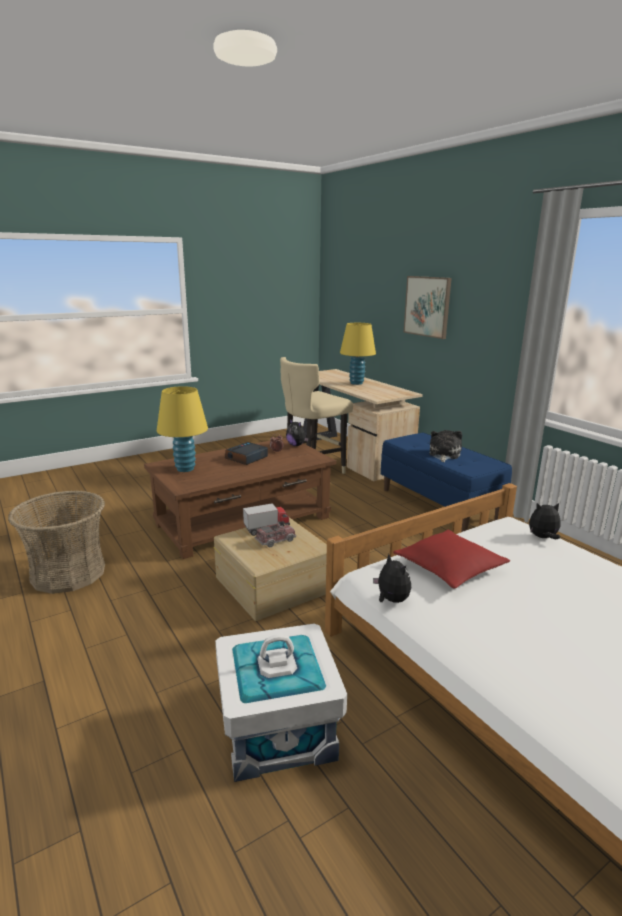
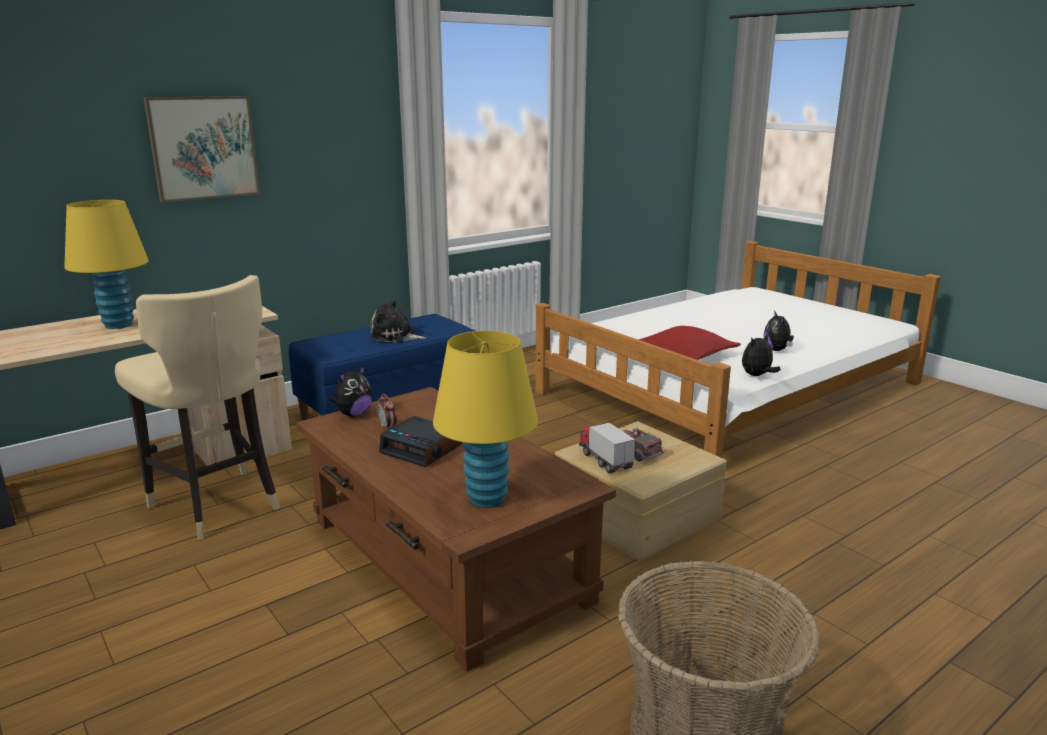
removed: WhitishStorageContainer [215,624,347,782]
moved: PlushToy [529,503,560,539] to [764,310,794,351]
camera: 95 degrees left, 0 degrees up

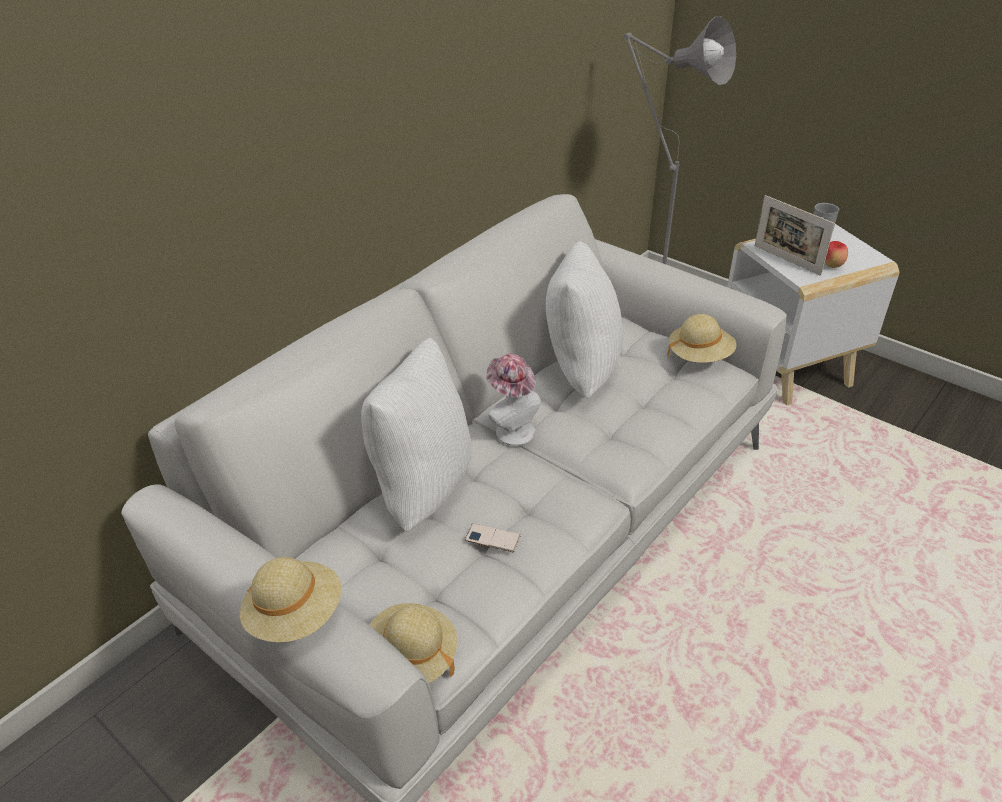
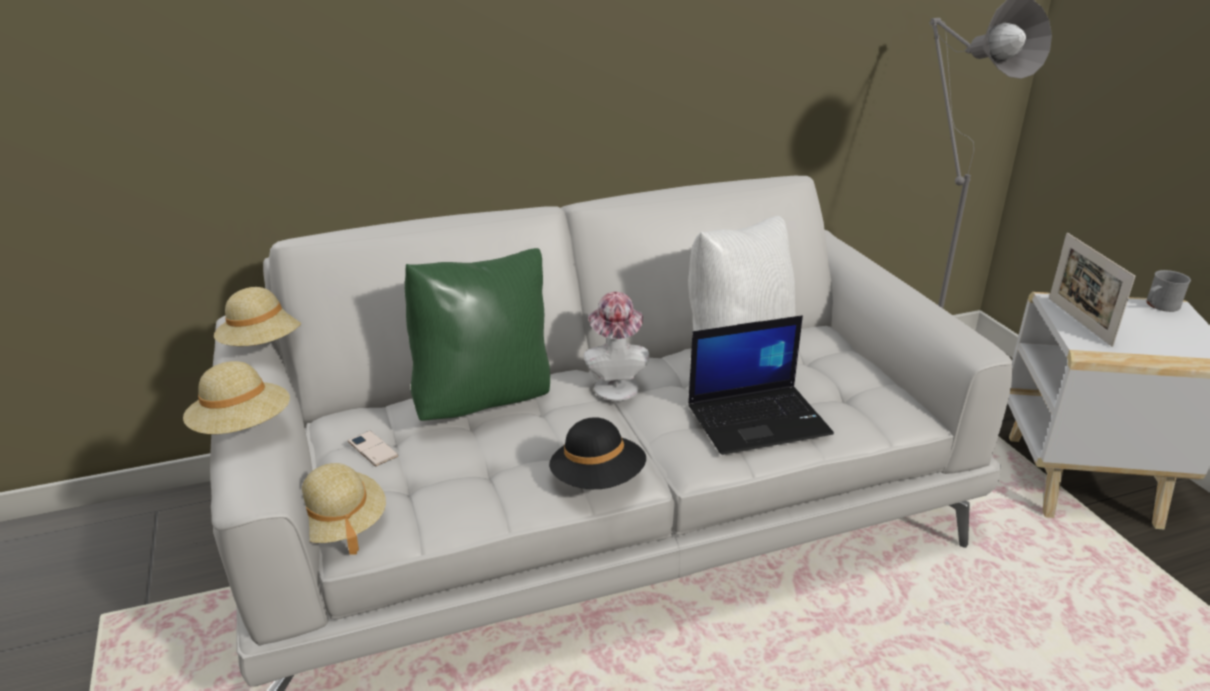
removed: AppleFruit [825,241,848,268]
added: BlackWearableHat [549,417,646,489]; PortableComputer [688,315,834,455]
moved: Handset [465,523,521,552] to [348,431,398,466]; BeigeColouredWearableHat [668,314,736,363] to [214,287,302,346]
recoloured: WhitishPillow [361,338,472,532] to GreenishPillow [405,248,550,421]
camera: 30 degrees right, 10 degrees down

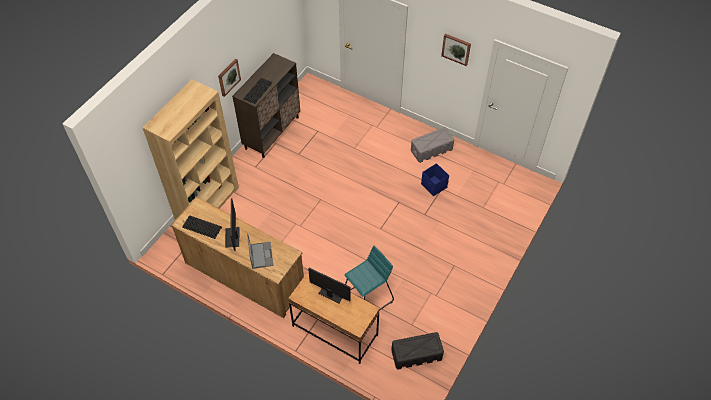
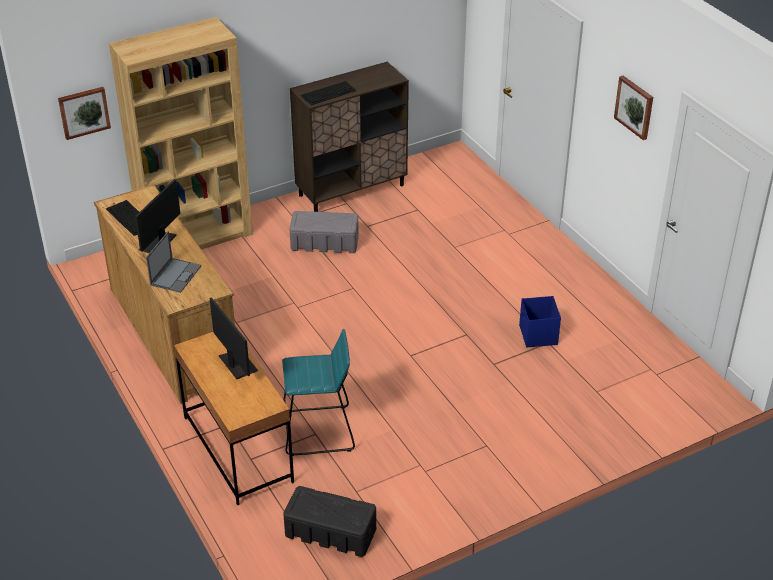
moved: WallPicture [218,59,241,97] to [58,87,111,140]; GreyishStorageContainer [411,127,454,163] to [289,211,359,253]
camera: 30 degrees right, 15 degrees down

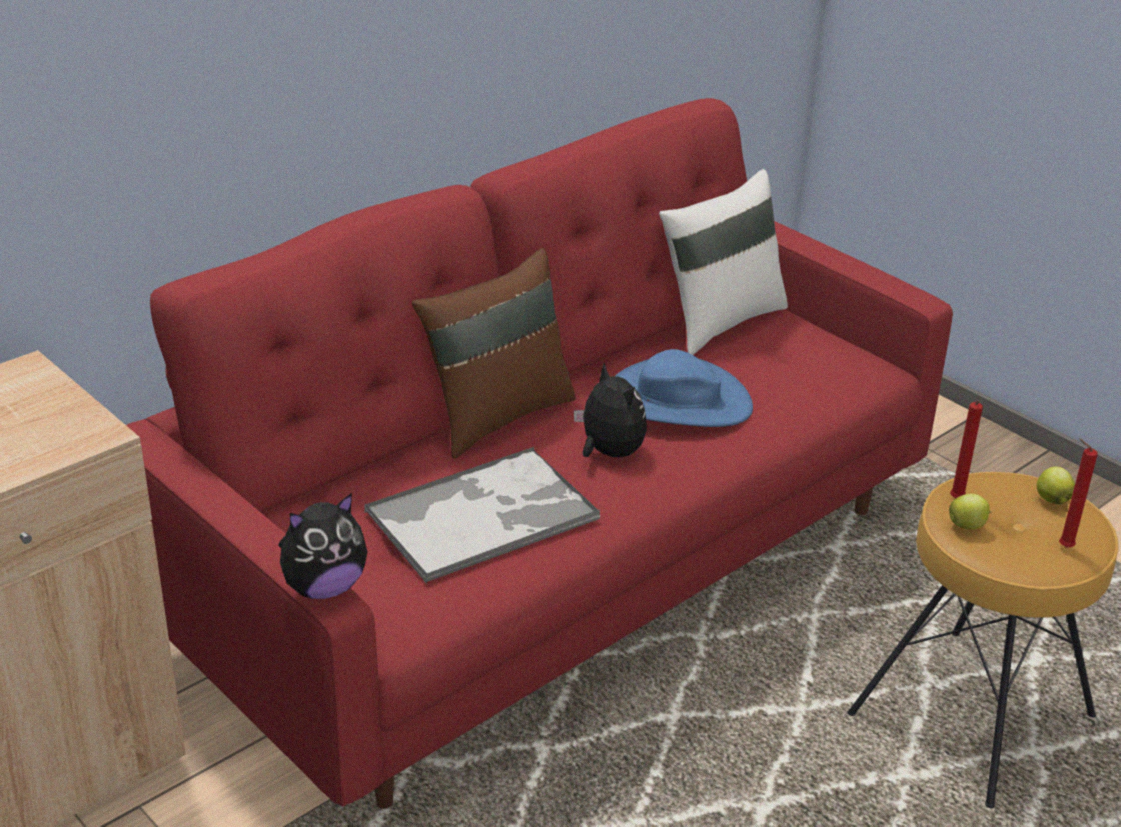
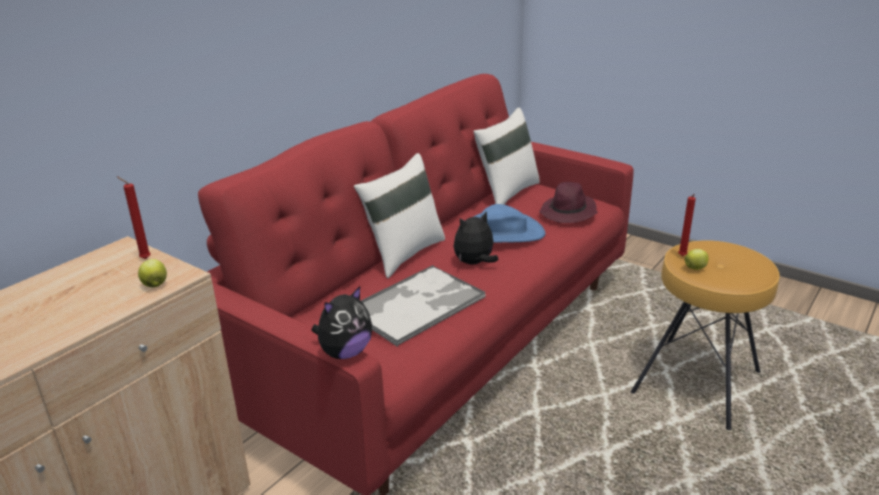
added: PurpleColouredWearableHat [539,182,598,223]
moved: AppleFruit [1037,466,1075,504] to [138,259,167,287]; RedCandle [1059,438,1098,548] to [117,176,151,259]
recoloured: BrownColouredPillow [412,248,576,459] to WhitishPillow [354,153,445,278]
turned: PlushToy [574,363,647,457] = [453,211,498,264] 75 degrees counterclockwise
camera: 10 degrees left, 5 degrees down

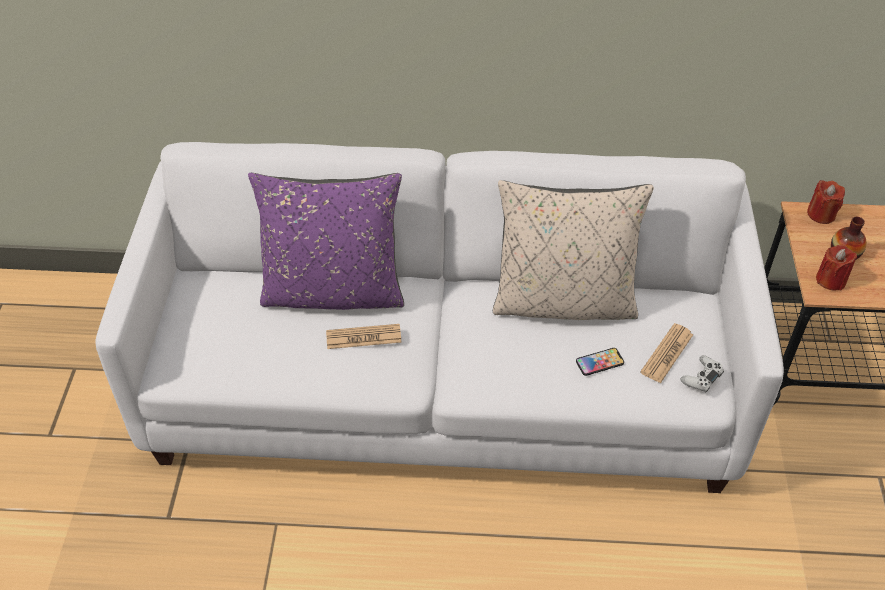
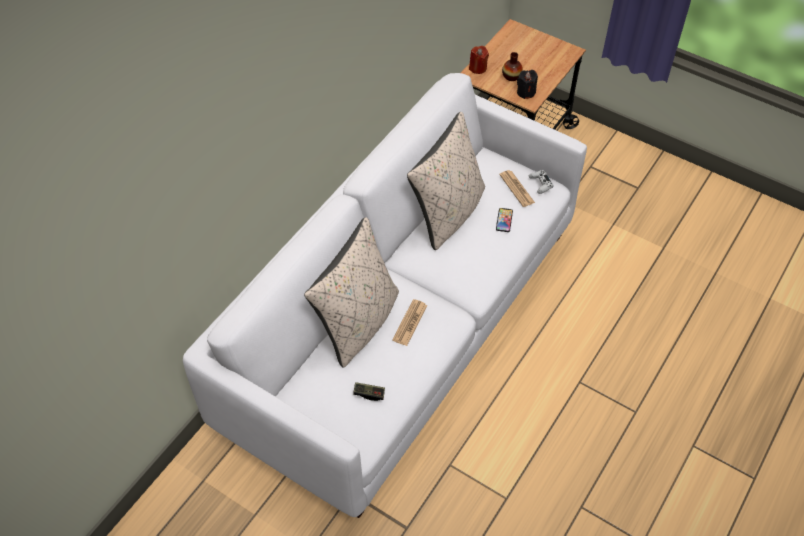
added: Gamepad [353,382,385,401]
recoloured: PurpleColouredPillow [248,173,404,310] to BeigeColouredPillow [304,217,399,367]; RedCandle [816,244,857,291] to BlackCandle [517,70,538,99]
camera: 60 degrees left, 5 degrees up

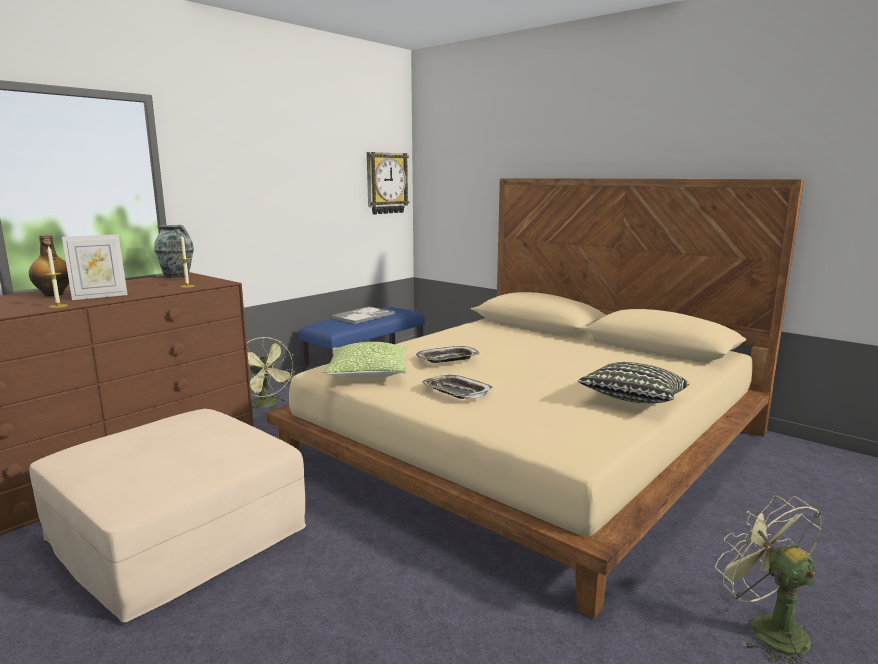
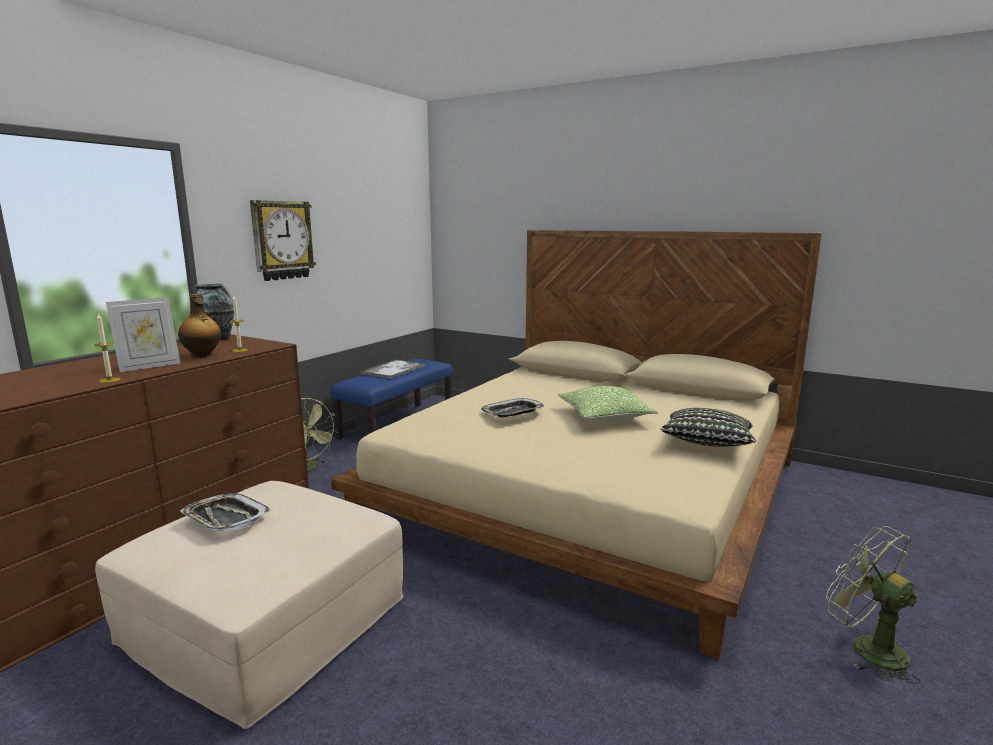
moved: DrinkBottle [29,235,69,296] to [178,293,221,358]; Pillow [323,342,408,379] to [558,386,658,421]; HangingClock [367,152,409,214] to [250,200,316,281]; Tray [421,375,493,399] to [180,493,271,531]
camera: 10 degrees left, 0 degrees up

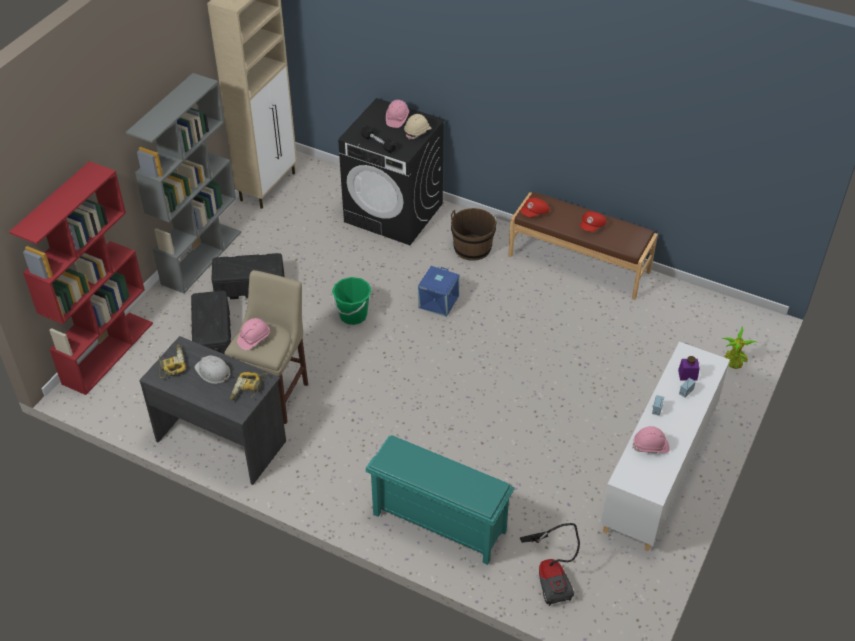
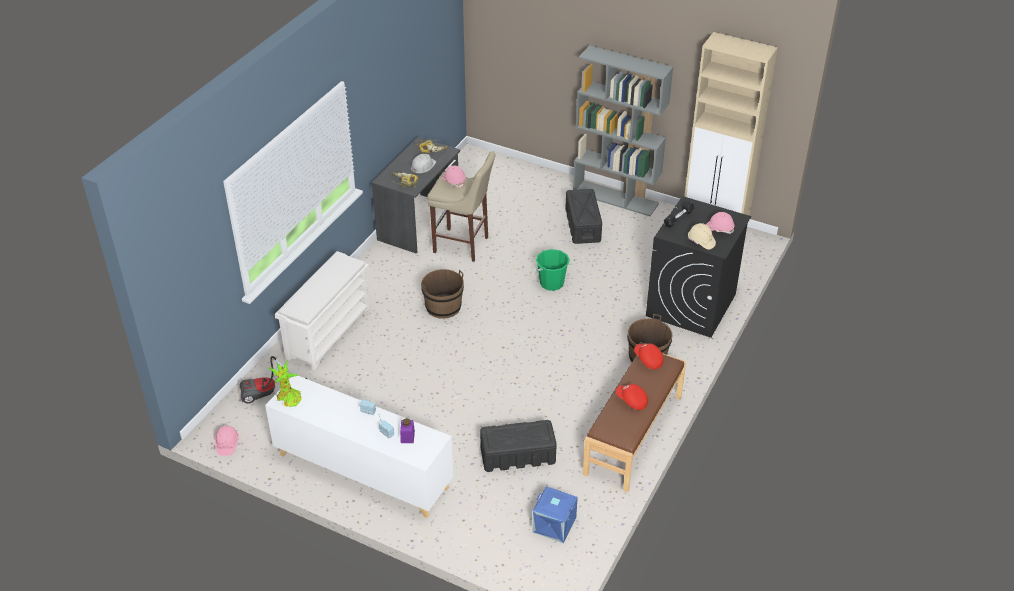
removed: RedShelvingUnit [9,161,153,395]
added: BrownColouredPail [421,269,464,319]
moved: BlackStorageContainer [191,291,231,354] to [480,420,557,472]; BlueColouredStorageContainer [418,266,460,317] to [532,486,578,543]; PinkColouredWorkHelmet [633,426,670,453] to [215,425,239,456]; Houseplant [722,326,758,369] to [268,361,302,407]
recoloured: TurquoiseColouredShoeStand [365,435,515,565] to WhitishShoeStand [275,251,370,371]
camera: 90 degrees right, 5 degrees down

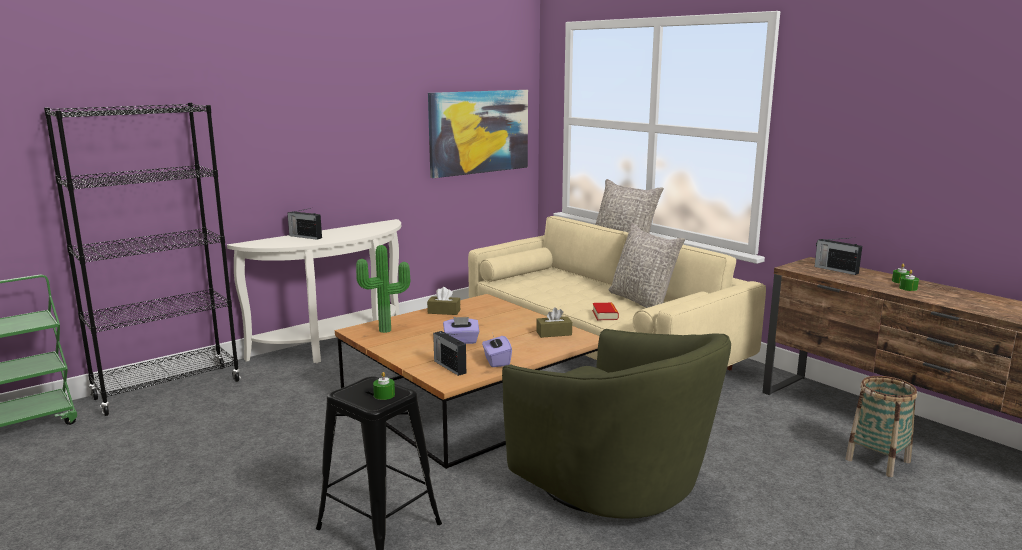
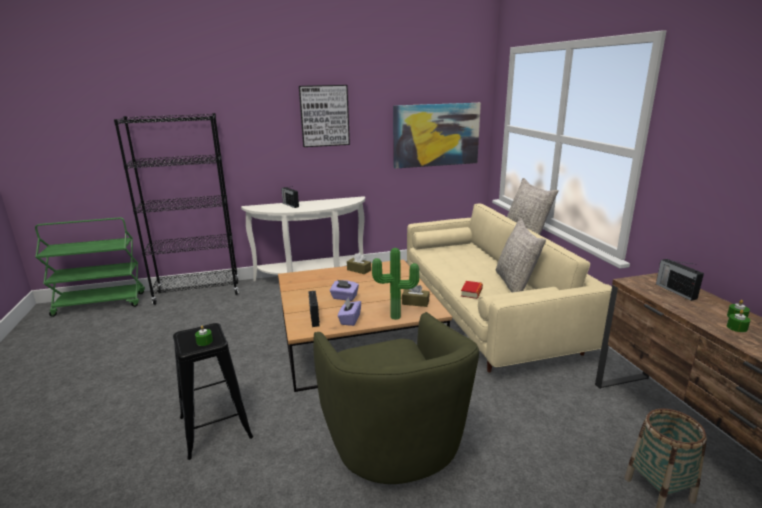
added: WallPicture [299,85,350,147]
moved: Houseplant [356,245,410,333] to [372,248,419,320]
camera: 25 degrees right, 5 degrees up

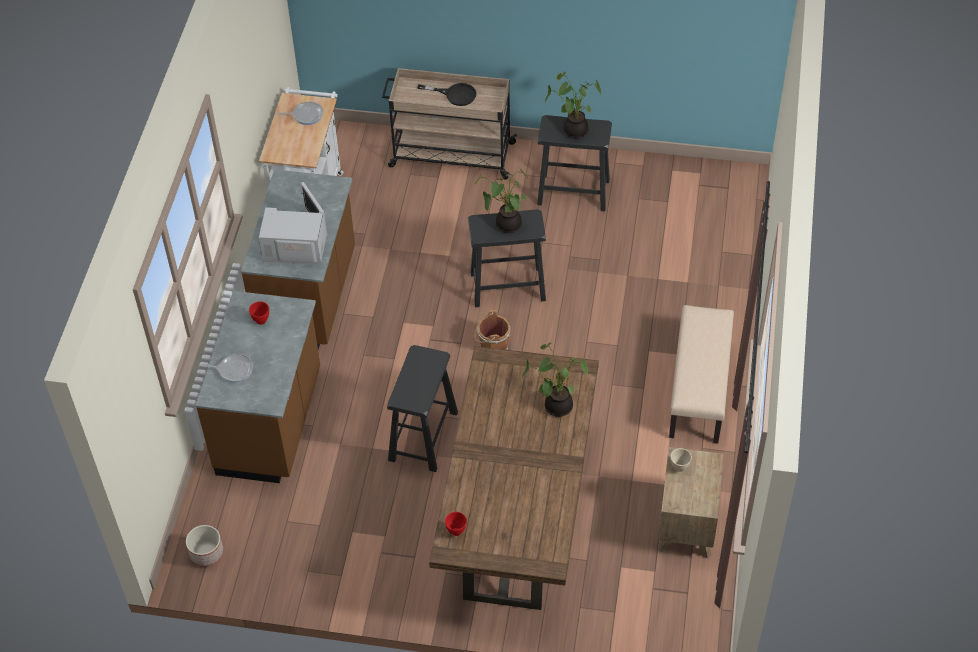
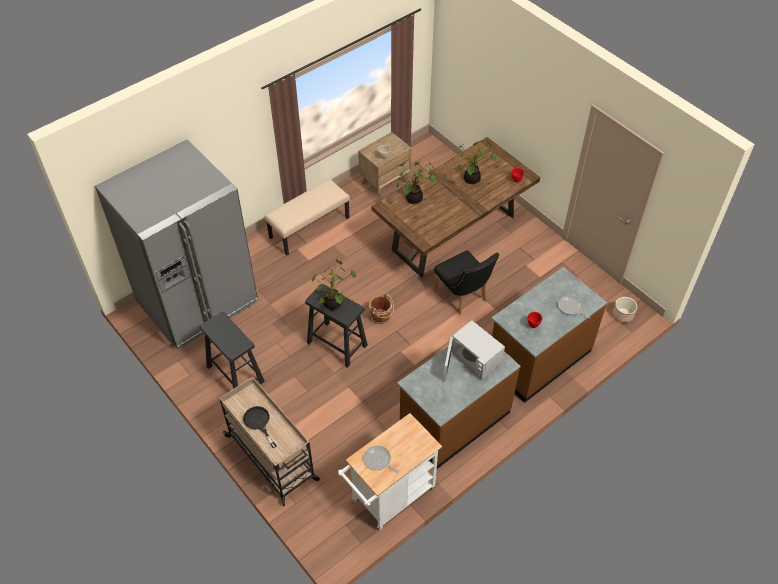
added: GreyishRefrigerator [95,139,258,350]
moved: Houseplant [545,71,602,139] to [457,140,497,184]
replaced: BlackSittingStool [387,345,458,472] to BlackPlainChair [434,250,499,315]
camera: 140 degrees left, 0 degrees up

